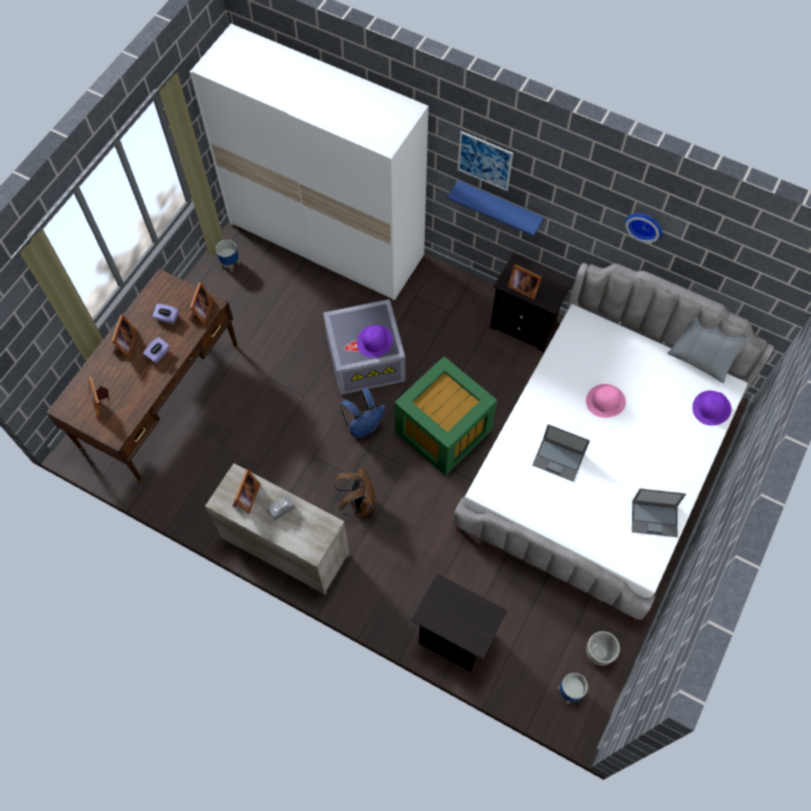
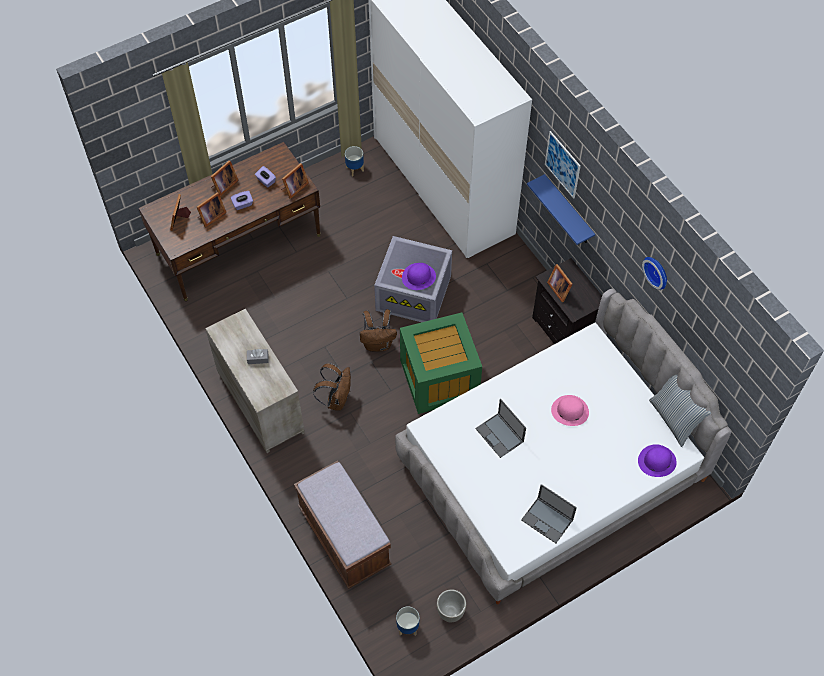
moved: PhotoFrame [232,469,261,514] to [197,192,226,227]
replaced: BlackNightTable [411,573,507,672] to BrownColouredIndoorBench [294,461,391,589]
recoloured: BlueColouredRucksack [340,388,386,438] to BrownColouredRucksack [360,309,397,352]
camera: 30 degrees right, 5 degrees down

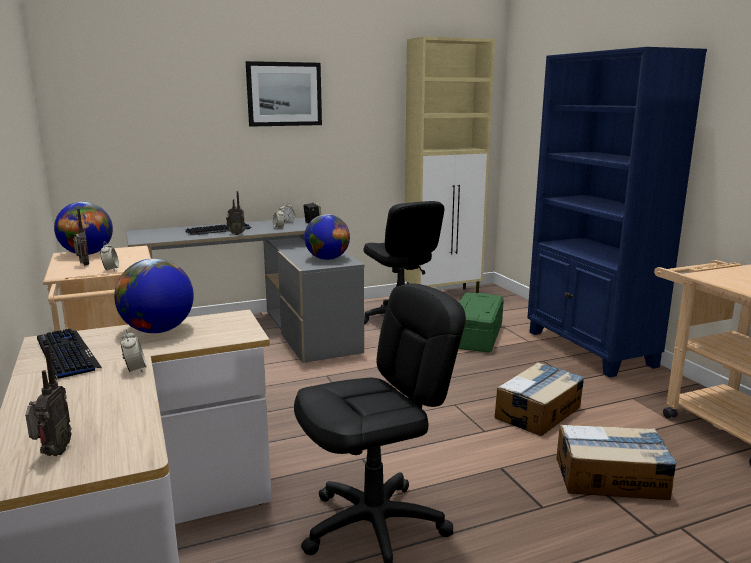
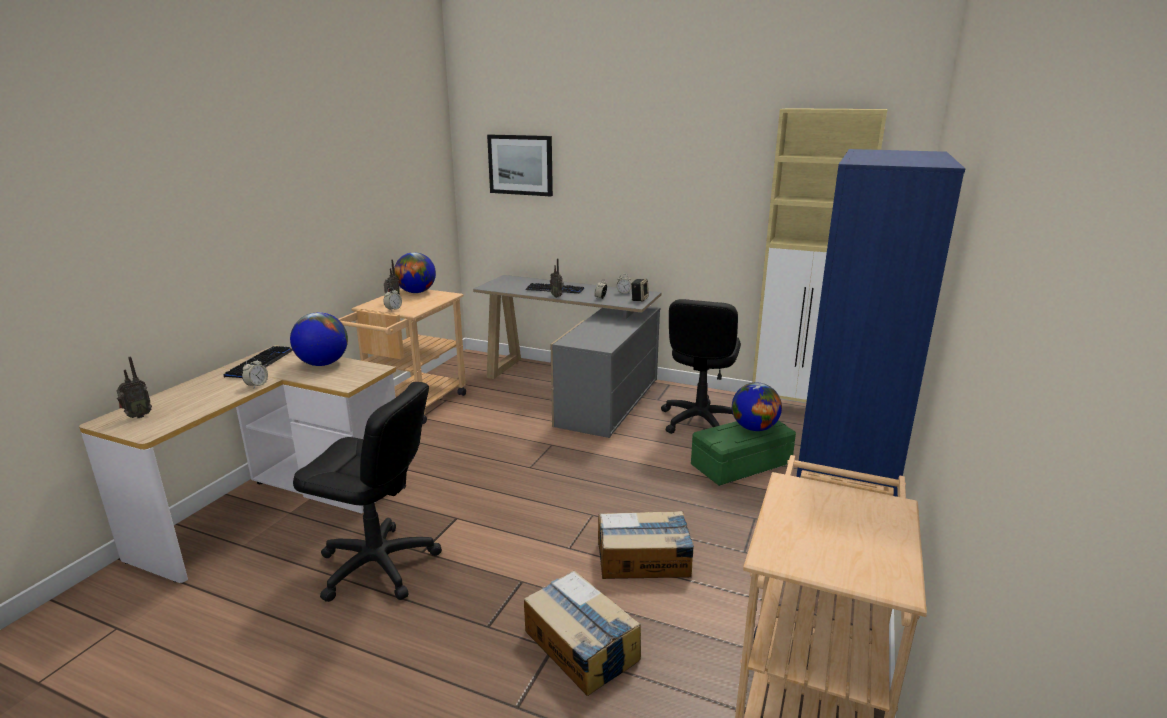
moved: WallPicture [246,61,322,127] to [487,135,553,196]; Globe [304,214,350,260] to [732,382,782,431]
camera: 45 degrees right, 5 degrees up

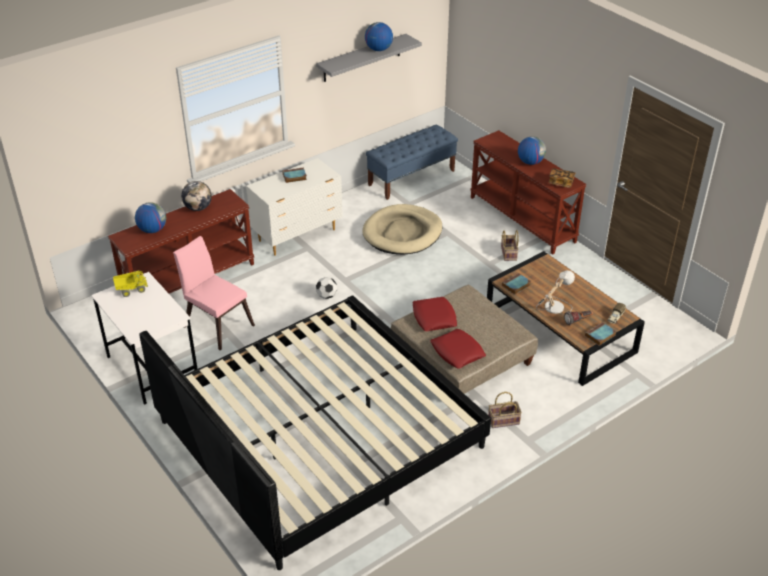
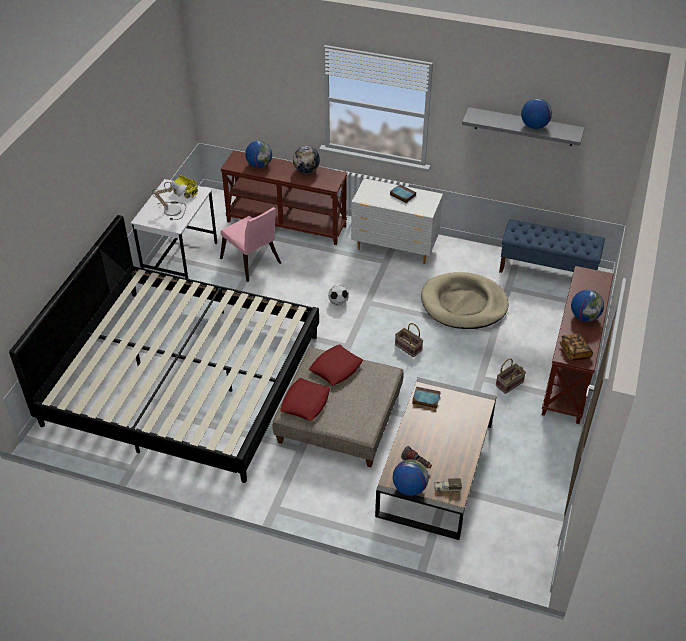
moved: HouseholdBasket [488,392,522,428] to [395,323,424,357]; LampForATable [536,270,575,314] to [152,181,187,220]
replaced: Volume [585,322,617,346] to Globe [393,459,429,496]
turned: PinkColouredPlainChair [173,236,255,350] = [220,207,281,282] 135 degrees clockwise
camera: 55 degrees right, 5 degrees up

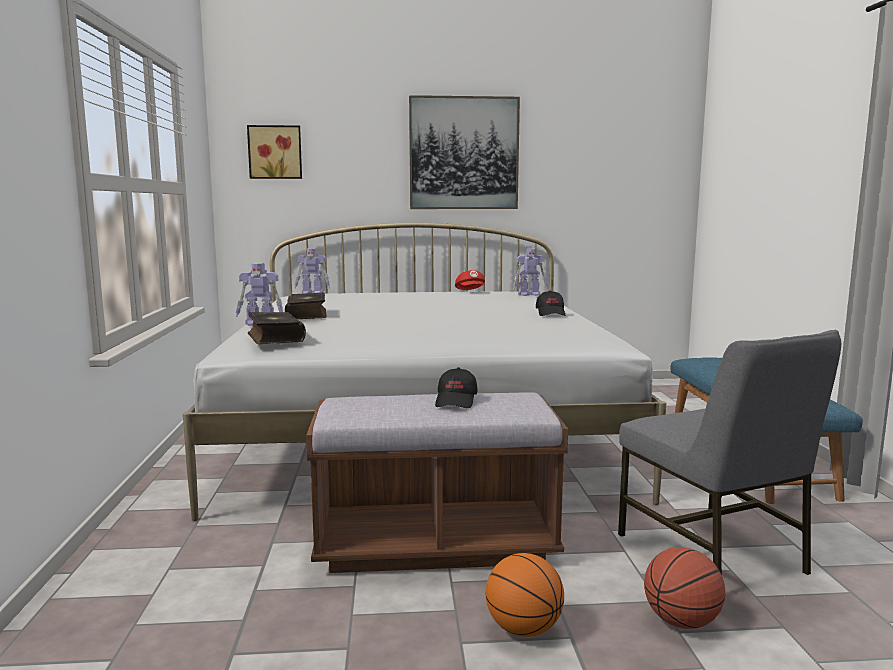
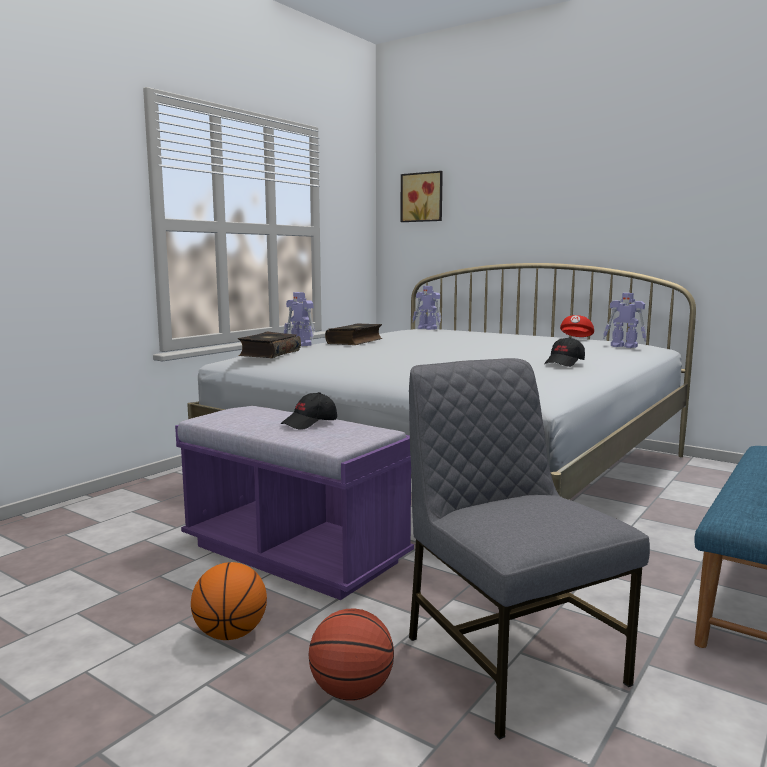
removed: WallPicture [409,95,520,209]
recoloured: BrownColouredIndoorBench [306,392,568,573] to PurpleColouredIndoorBench [175,406,414,600]
turned: GreyishPlainChair [618,330,841,575] = [409,358,650,740] 135 degrees clockwise
camera: 40 degrees right, 0 degrees up

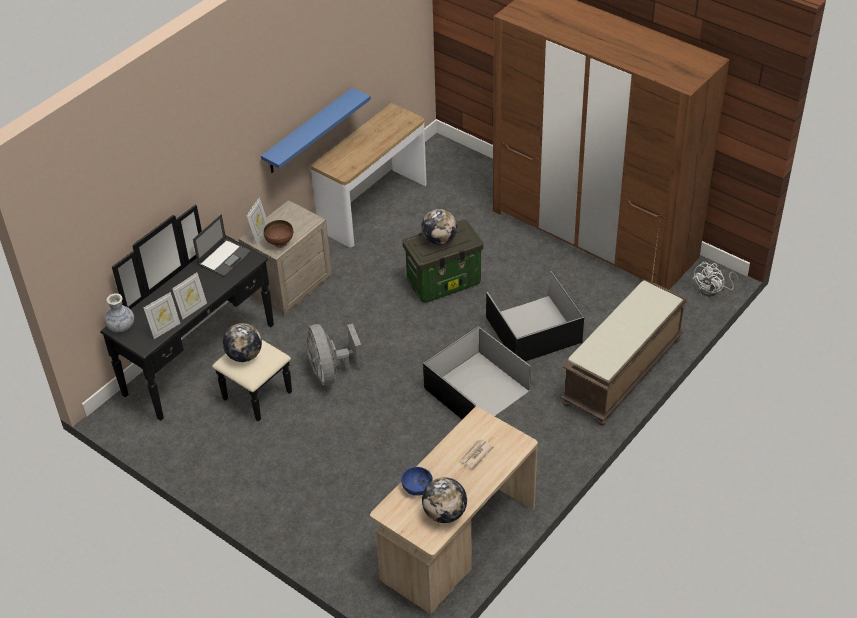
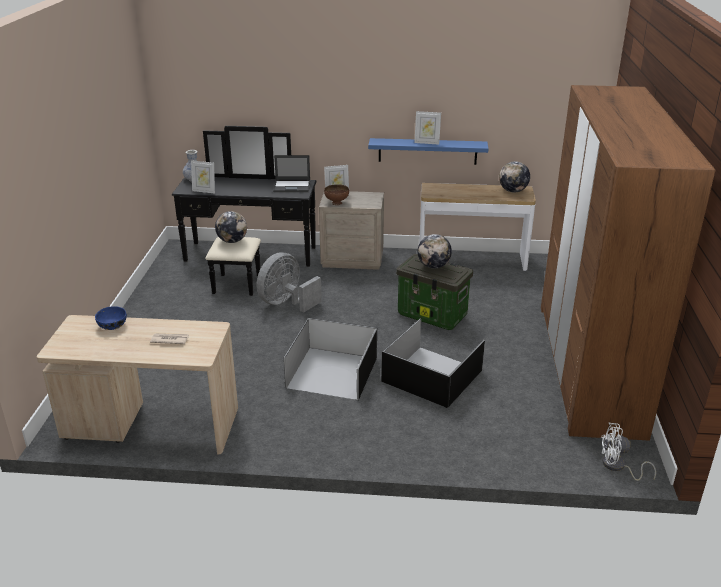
removed: BrownColouredIndoorBench [560,280,688,425]
moved: PhotoFrame [172,272,207,320] to [414,111,441,145]; Globe [422,477,467,523] to [499,161,530,192]
camera: 55 degrees right, 15 degrees down

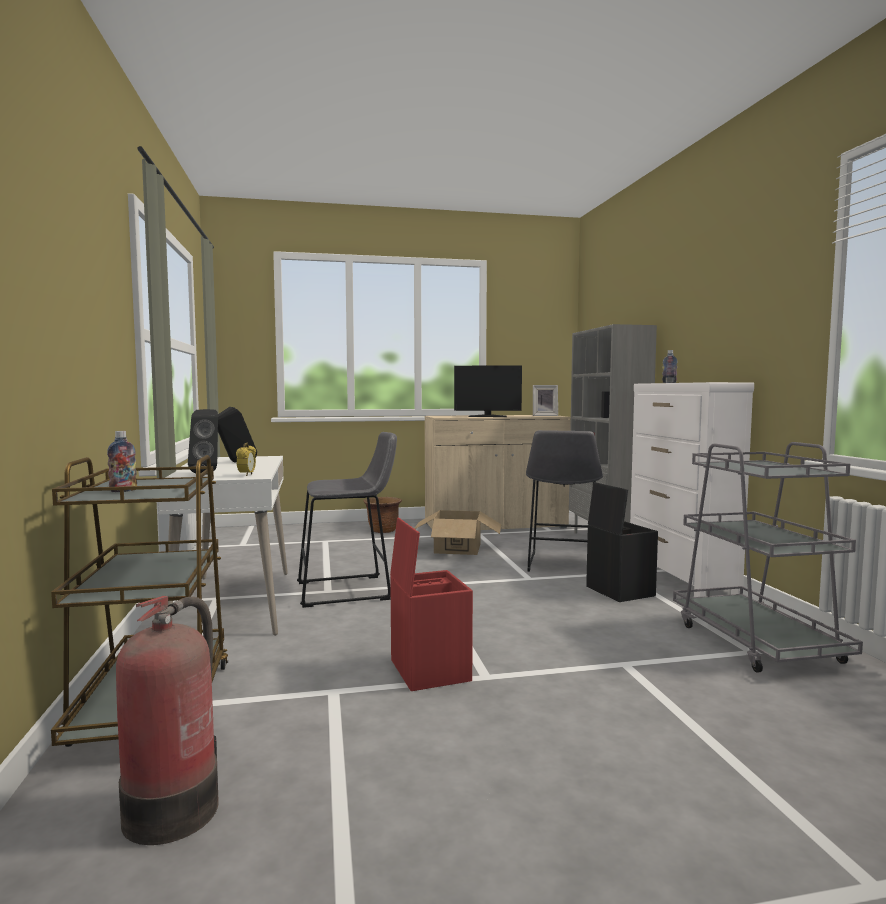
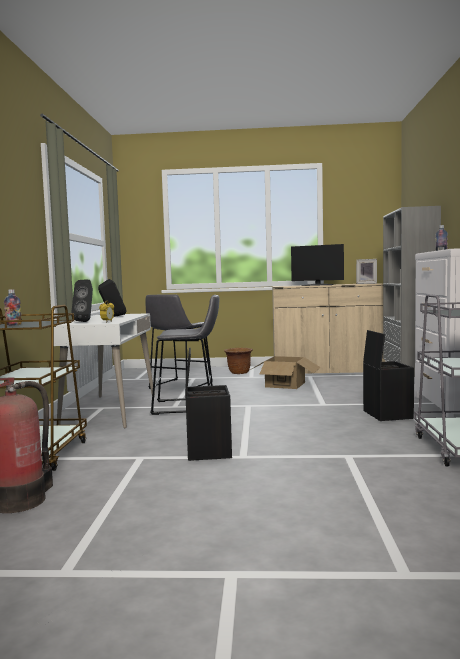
moved: GreyishSittingStool [526,430,603,572] to [145,294,213,389]
recoloured: RedStorageContainer [390,517,473,691] to BlackStorageContainer [185,347,232,461]
camera: 15 degrees right, 0 degrees up

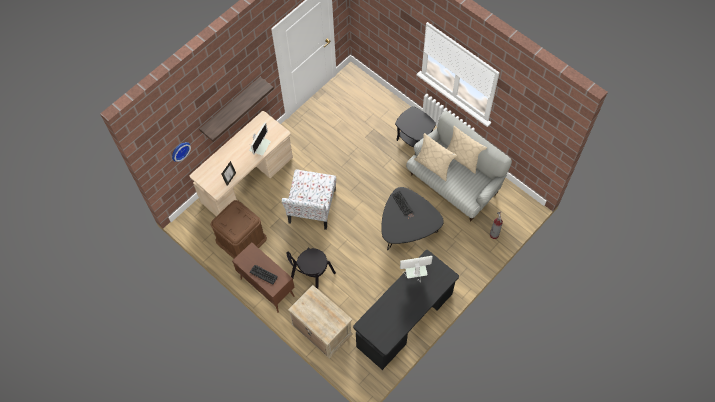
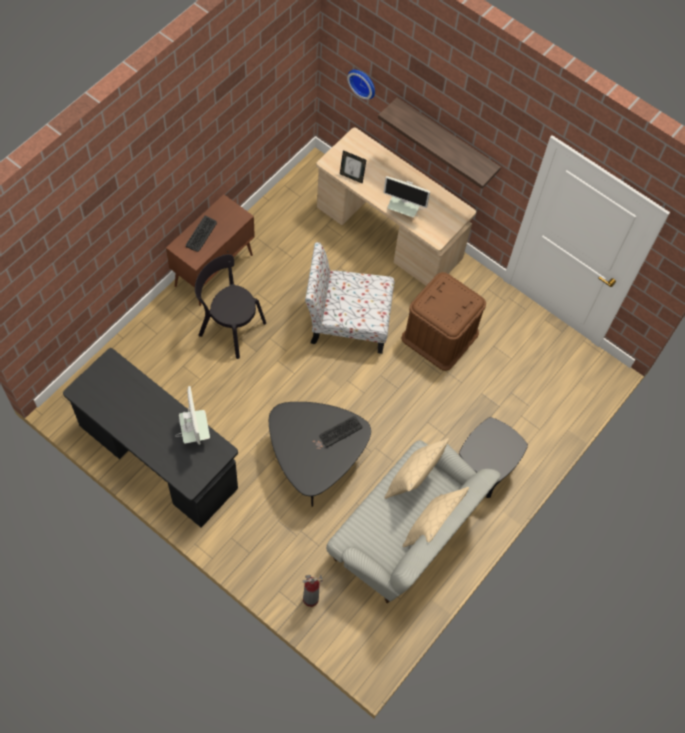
removed: BeigeColouredNightTable [288,285,353,359]
moved: BrownColouredStorageContainer [211,200,267,259] to [402,272,486,371]
camera: 80 degrees right, 0 degrees up

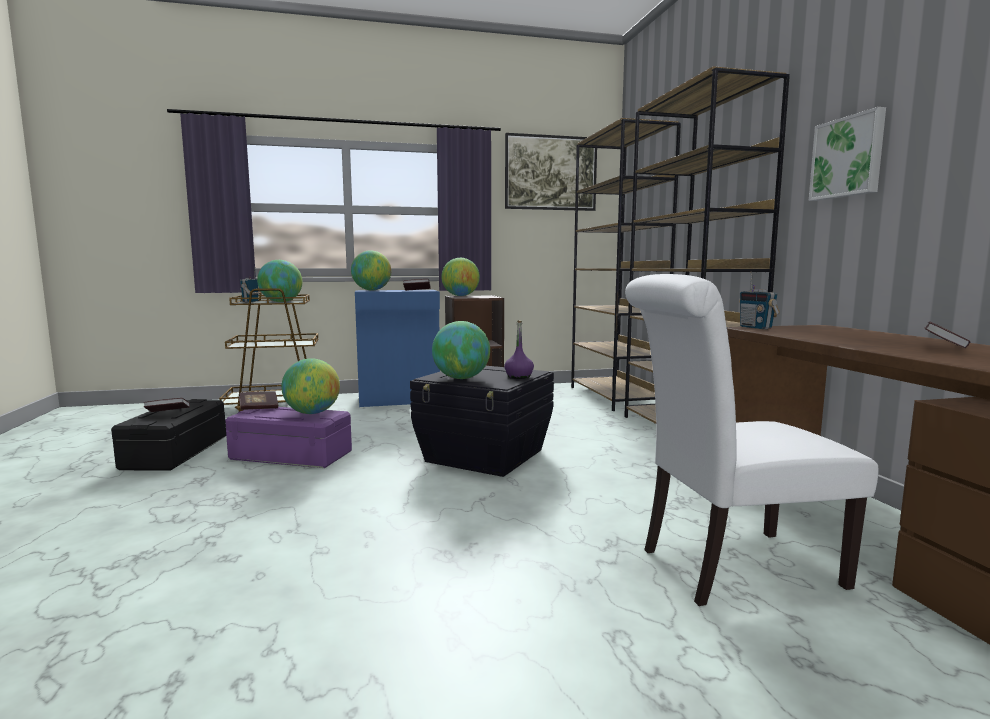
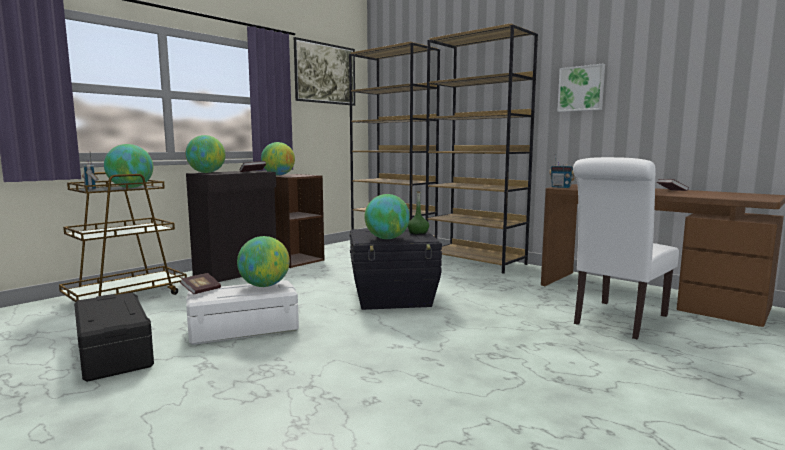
removed: Volume [143,398,190,412]
recoloured: PurpleColouredStorageContainer [225,407,352,468] to WhitishStorageContainer [186,280,299,345]; BlueColouredCabinet [355,290,440,407] to BlackCabinet [186,171,276,282]; PurpleColouredDrinkBottle [504,320,534,379] to GreenishDrinkBottle [408,191,429,235]
camera: 35 degrees left, 0 degrees up

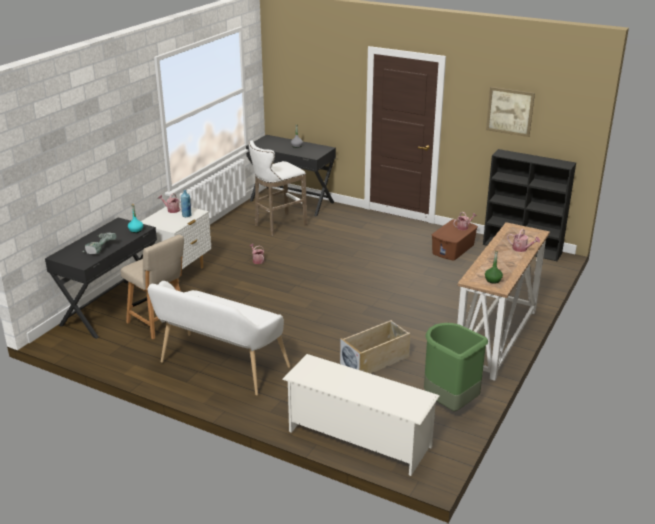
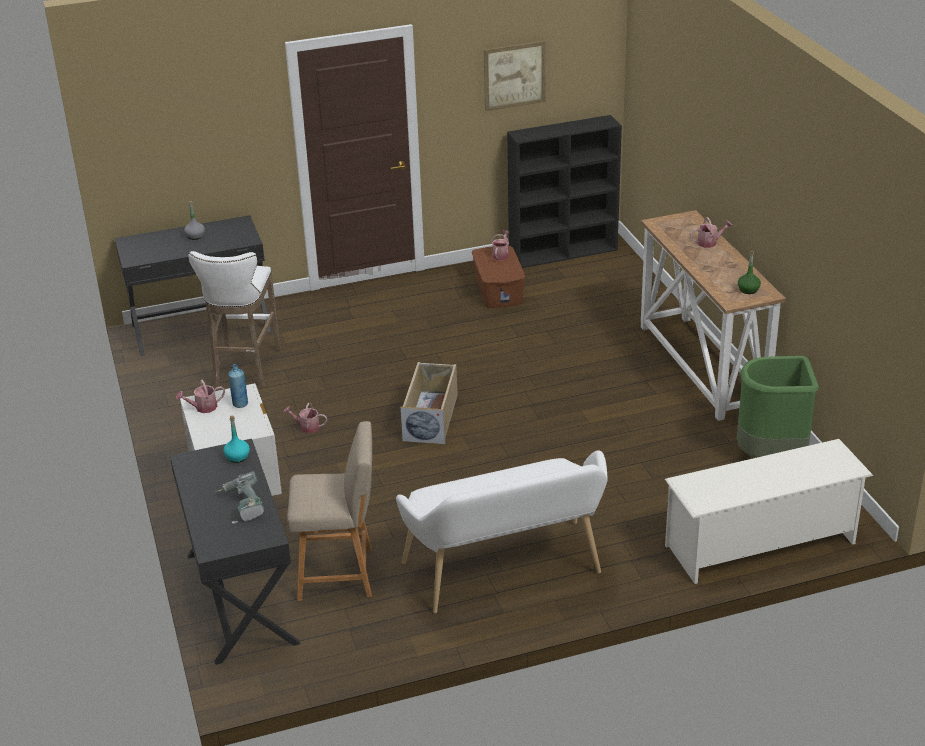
moved: BeigeColouredStorageContainer [340,320,410,374] to [400,362,458,444]
camera: 45 degrees left, 5 degrees up

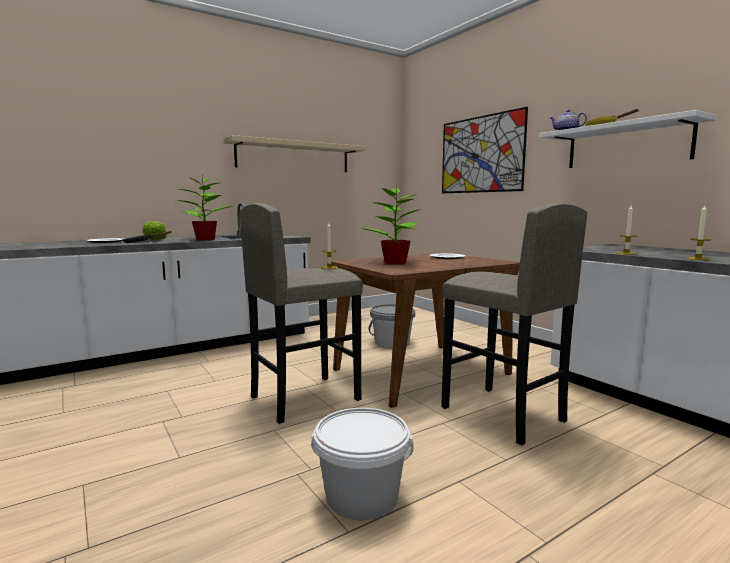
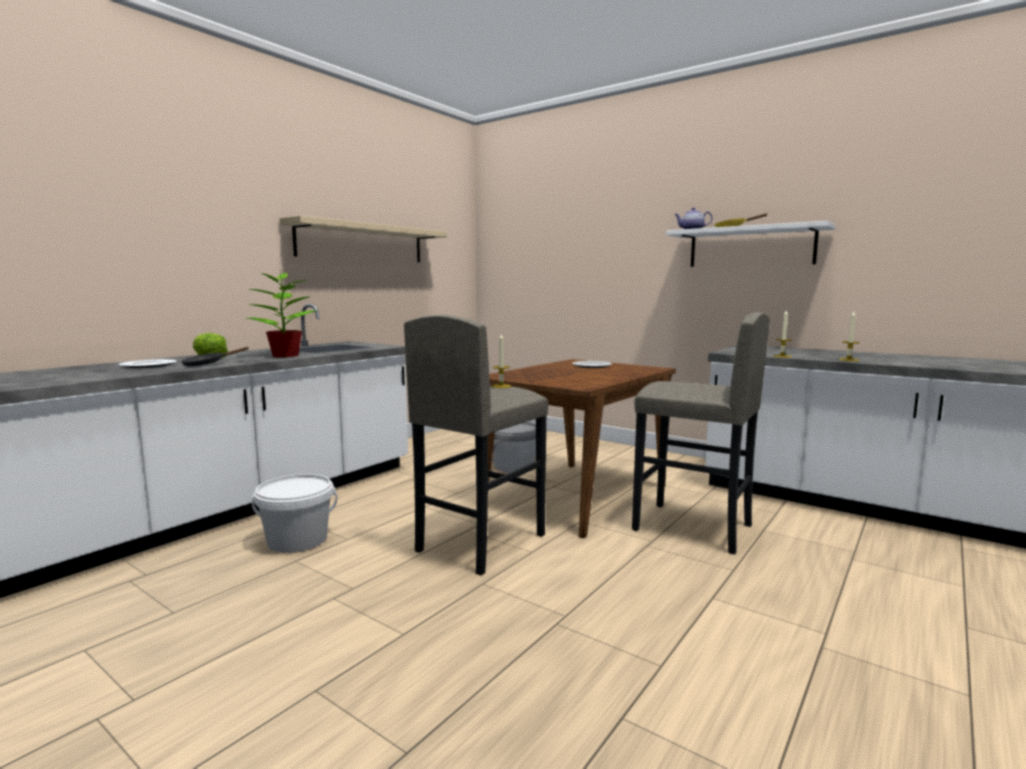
removed: Houseplant [361,184,422,264]; WallPicture [442,107,528,193]
moved: WhitishPail [311,408,414,520] to [252,474,337,553]
camera: 20 degrees left, 0 degrees up

